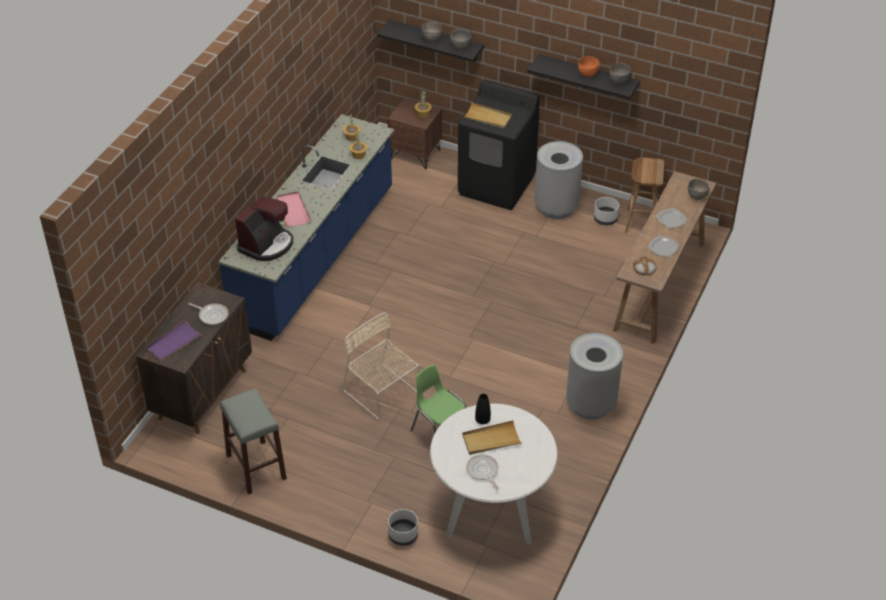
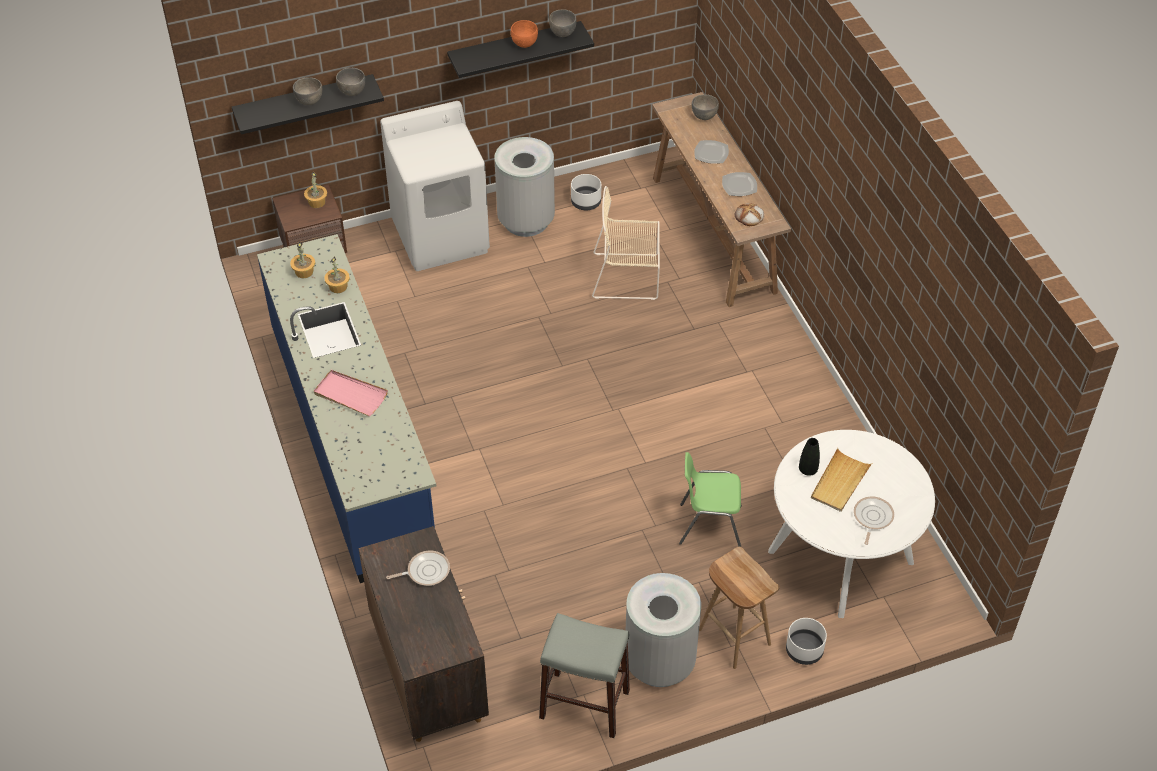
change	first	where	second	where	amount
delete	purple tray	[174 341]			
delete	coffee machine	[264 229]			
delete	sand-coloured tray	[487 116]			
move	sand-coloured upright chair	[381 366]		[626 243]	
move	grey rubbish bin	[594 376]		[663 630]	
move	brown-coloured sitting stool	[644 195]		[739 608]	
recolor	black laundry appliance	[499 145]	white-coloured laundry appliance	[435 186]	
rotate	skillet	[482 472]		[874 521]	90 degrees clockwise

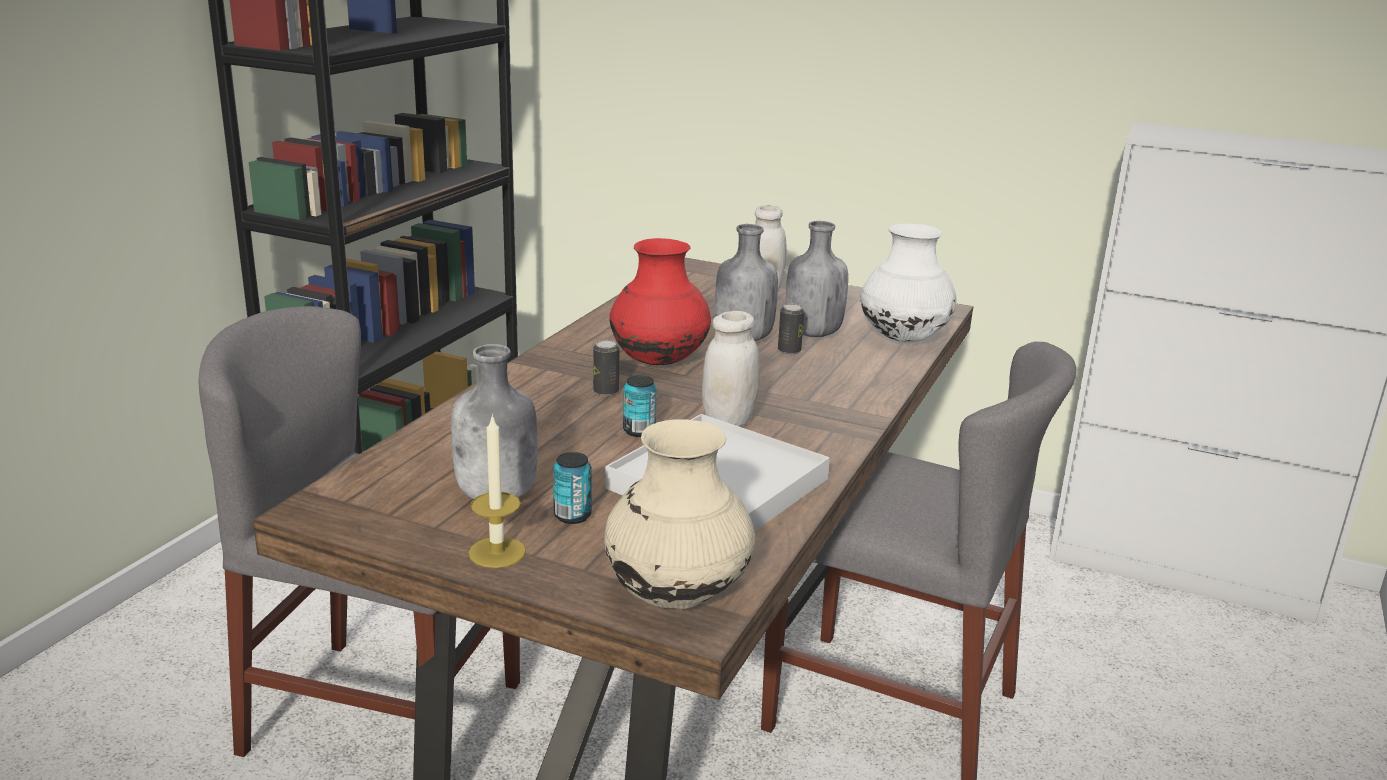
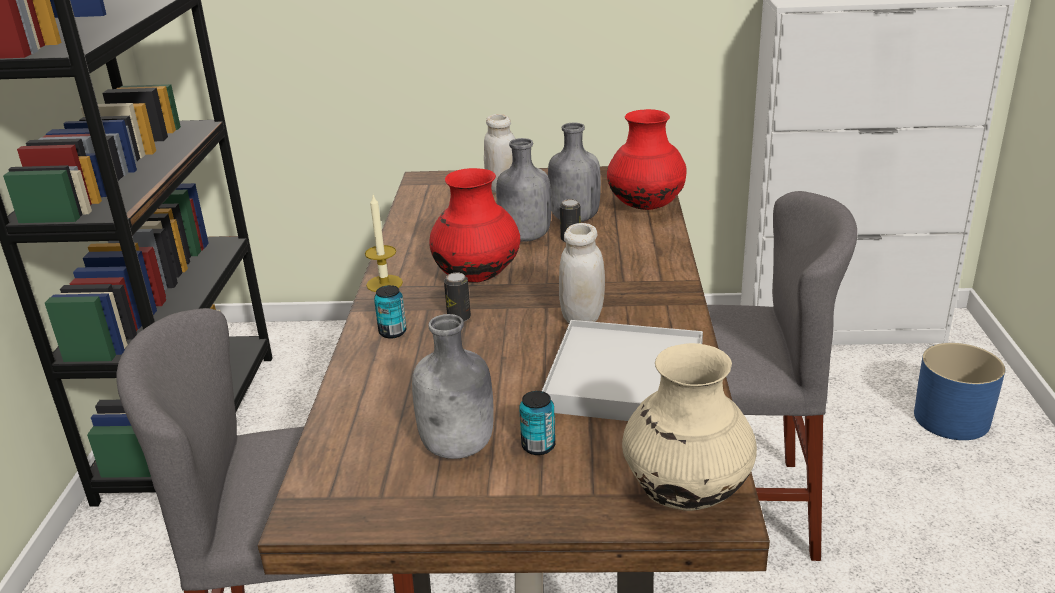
change	first	where	second	where	amount
insert			blue-coloured flower pot	[959 391]	
move	wax light	[497 491]		[384 243]	
move	metal can	[640 406]		[390 312]	
recolor	white-coloured decorative vase	[908 282]	red-coloured decorative vase	[647 159]	

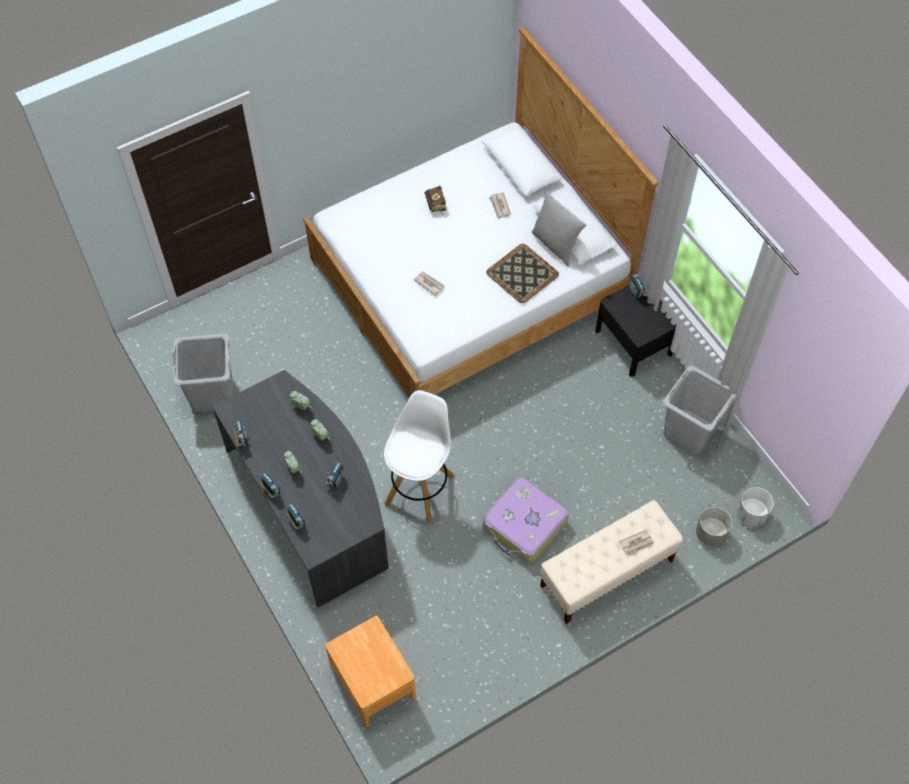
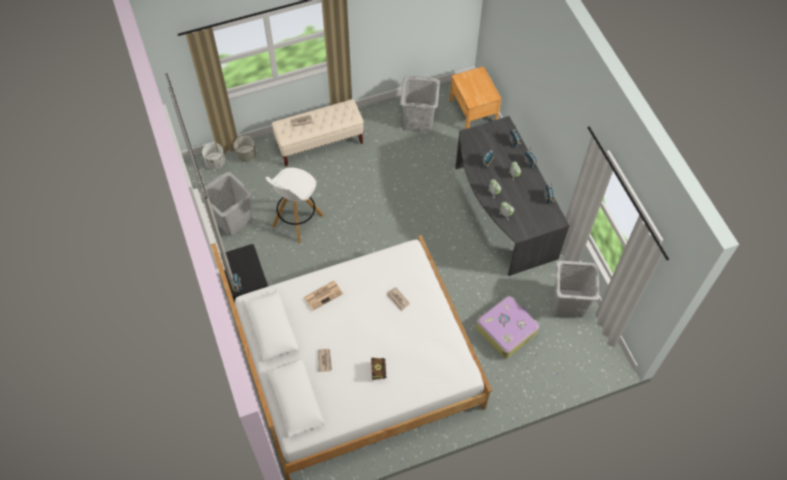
change	first	where	second	where	amount
delete	grey cushion	[558 228]			
insert			grey hamper	[420 104]	
move	white-coloured sitting stool	[419 457]		[294 205]	
move	travel case	[526 520]		[507 327]	
replace	tray	[522 273]	newspaper	[323 296]	

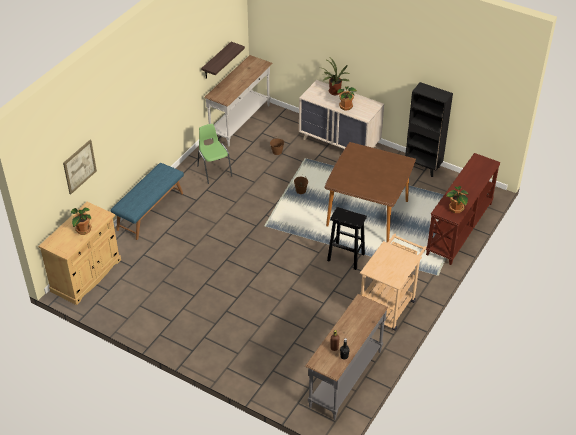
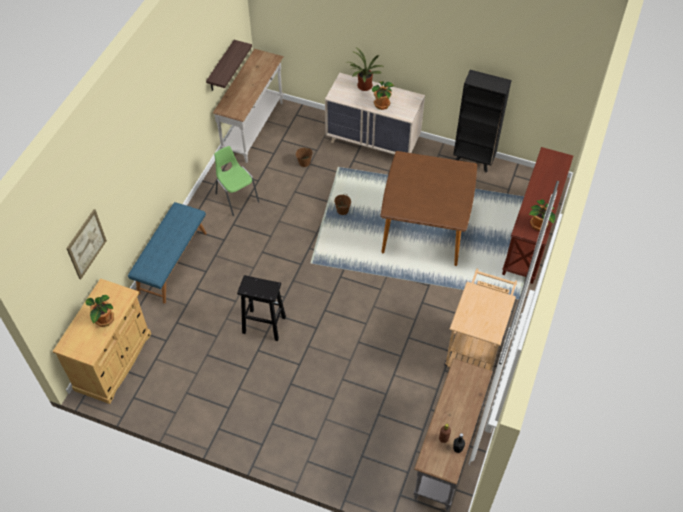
change	first	where	second	where	amount
move	black sitting stool	[347 238]		[261 308]	

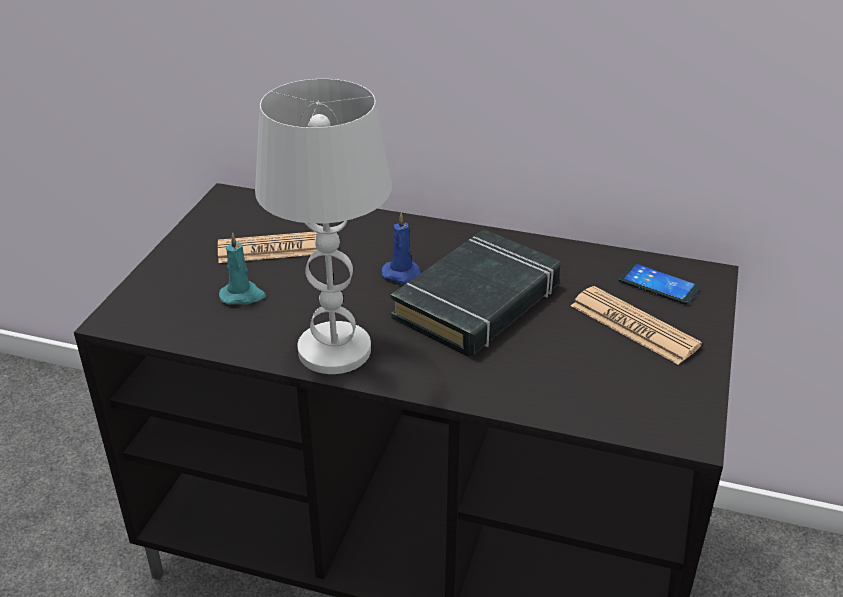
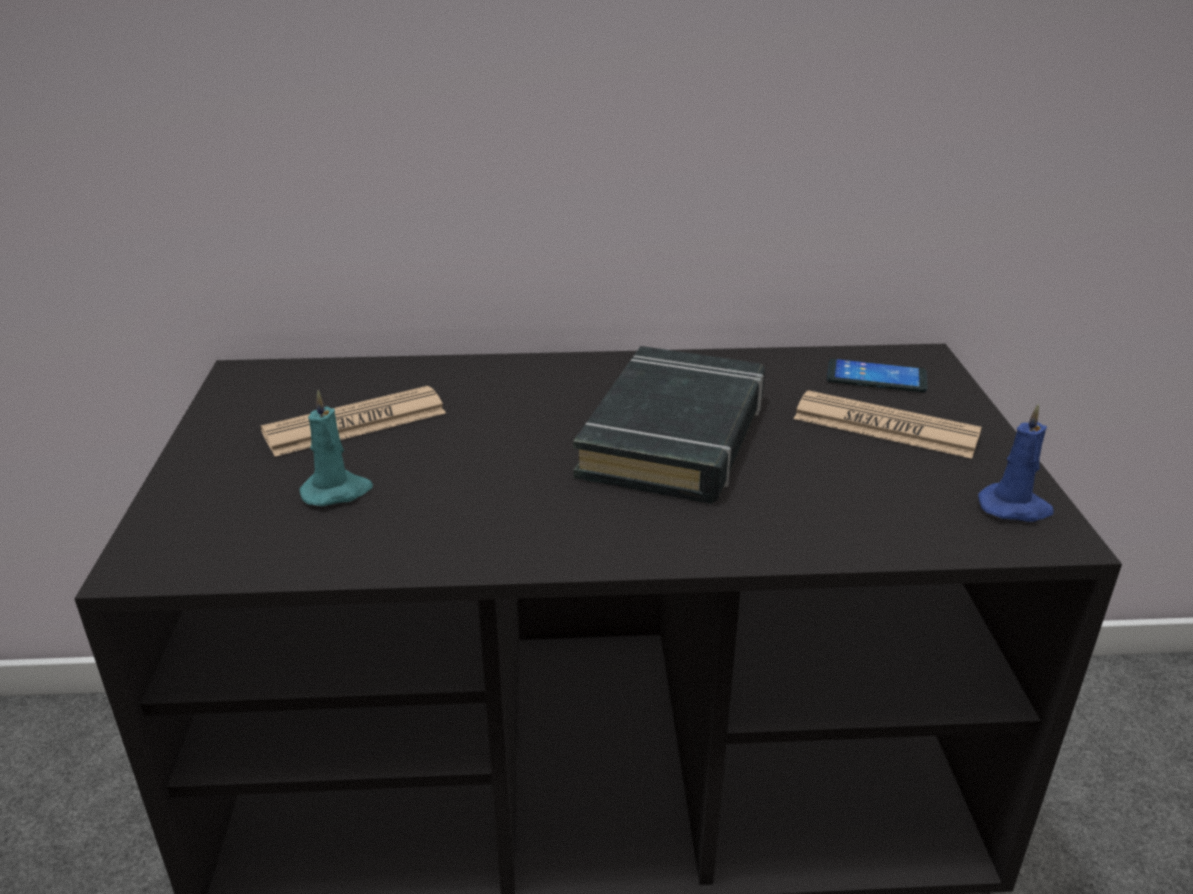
change	first	where	second	where	amount
delete	white-coloured table lamp	[323 226]			
move	blue-coloured wax light	[401 248]		[1016 463]	

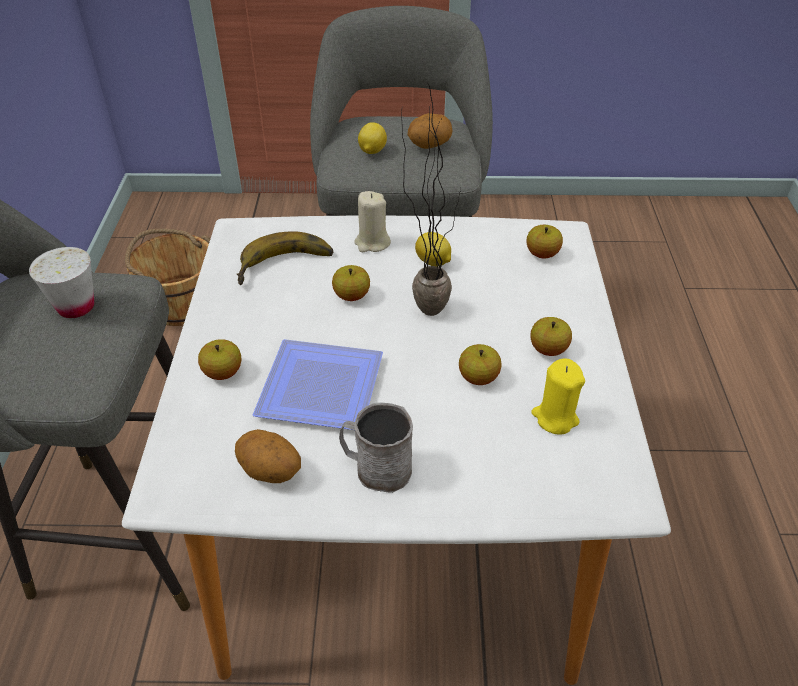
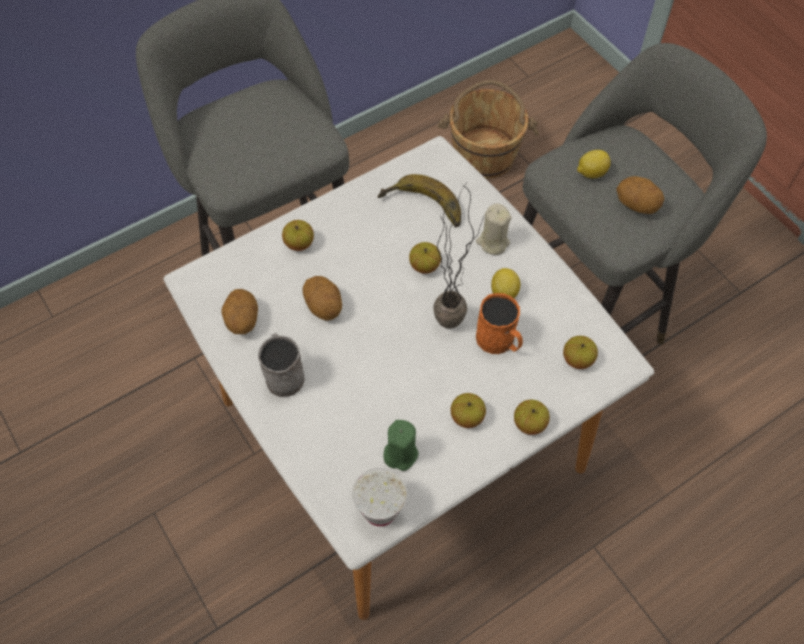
change	first	where	second	where	amount
insert			orange-coloured tea mug	[499 323]	
move	white-coloured cup	[61 282]		[380 497]	
move	whole apple	[480 364]		[532 417]	
replace	plate	[318 384]	spud	[322 298]	
recolor	yellow wax light	[558 396]	greenish wax light	[401 445]	

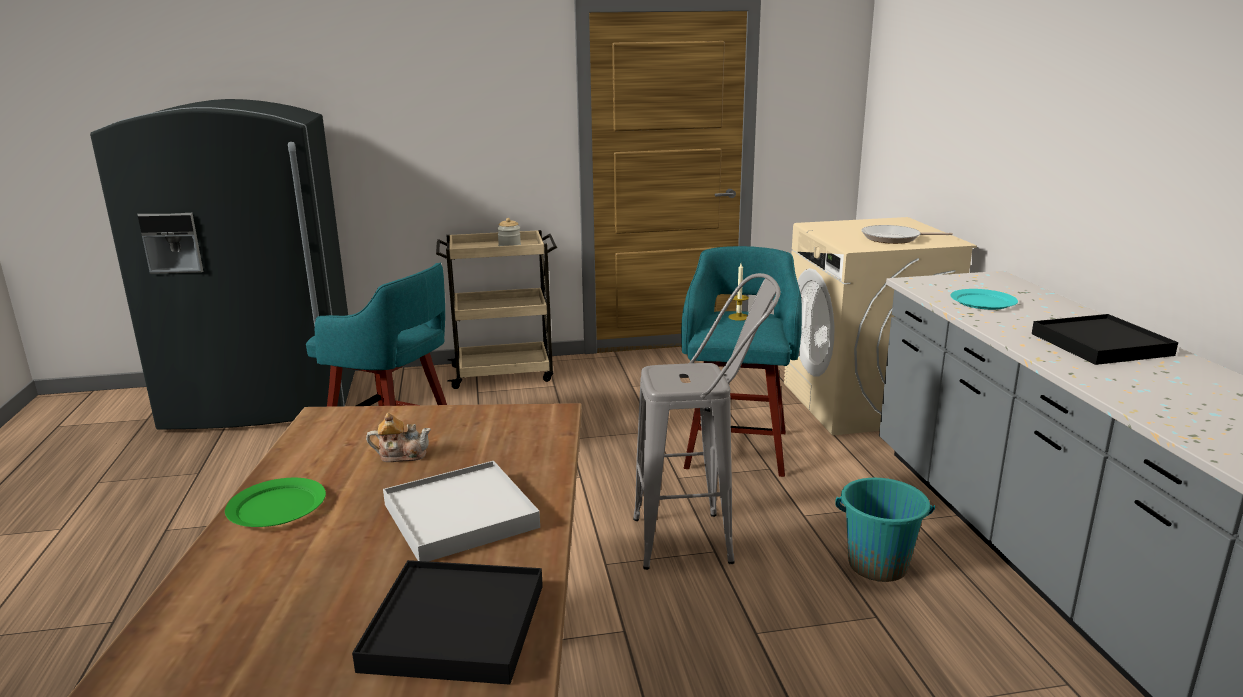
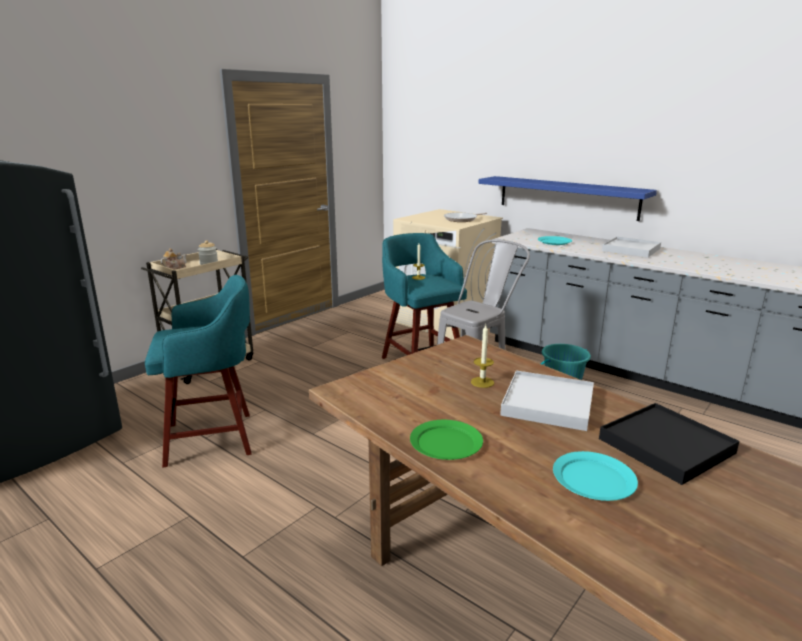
change	first	where	second	where	amount
insert			wax light	[482 356]	
insert			blue-coloured bracket shelf	[568 198]	
insert			turquoise-coloured plate	[595 476]	
move	tea pot	[398 437]		[174 259]	
recolor	black tray	[1105 339]	white-coloured tray	[631 247]	

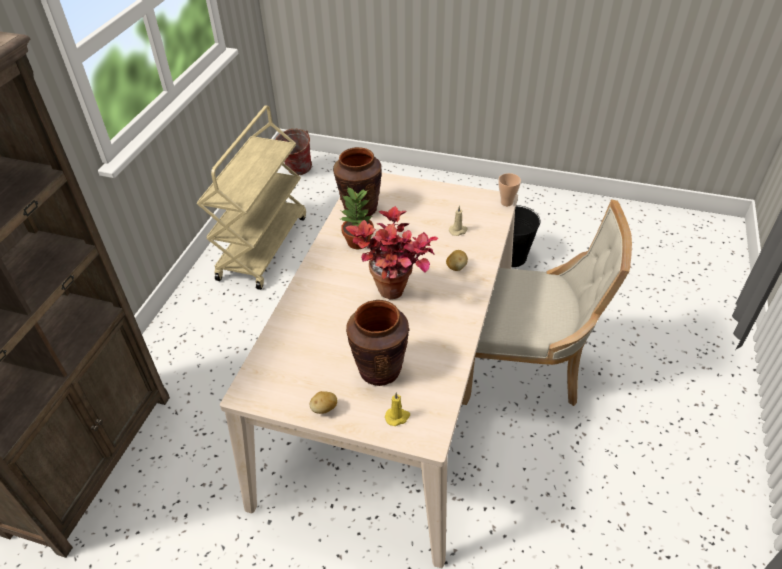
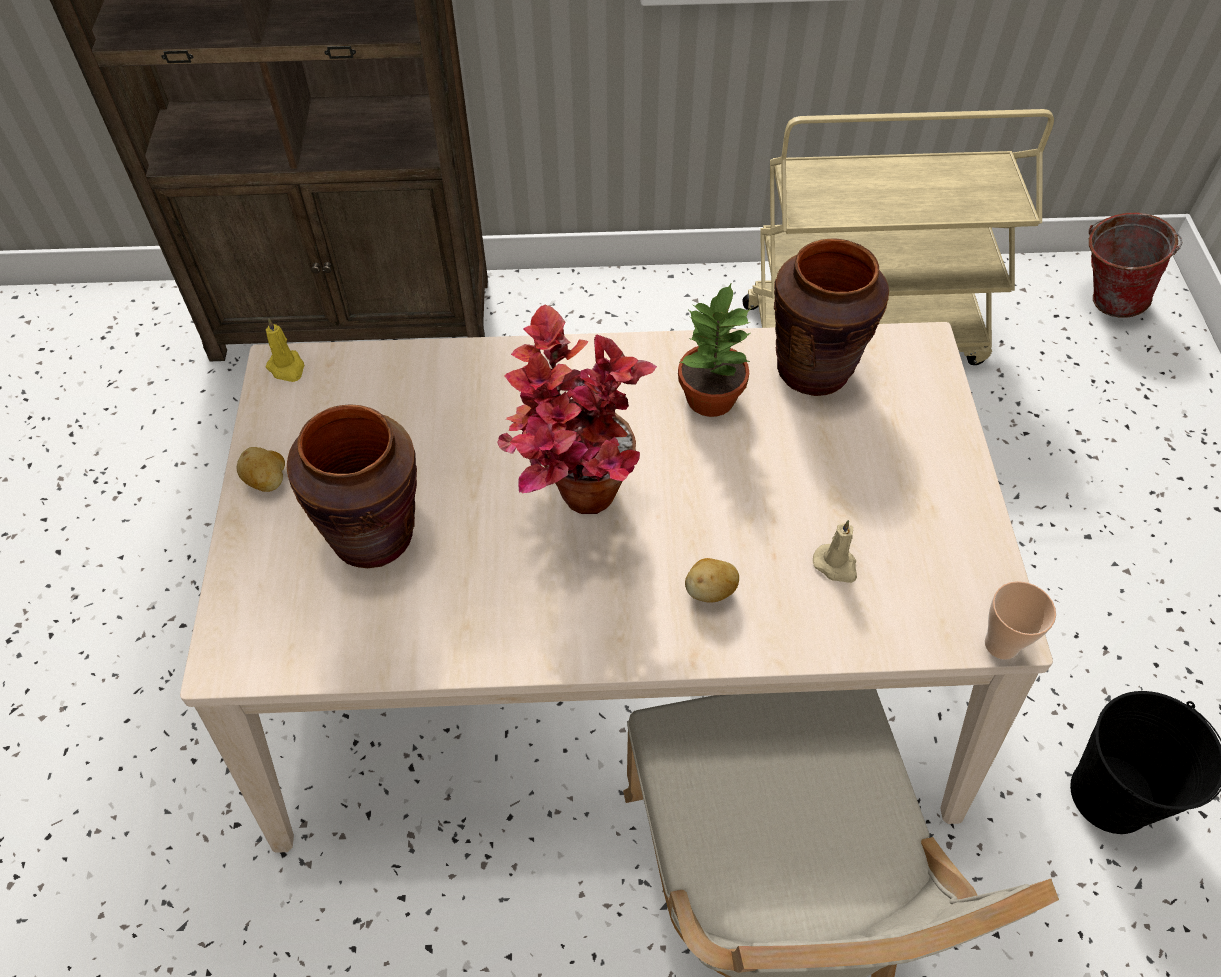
change	first	where	second	where	amount
move	yellow wax light	[397 409]		[285 350]	

